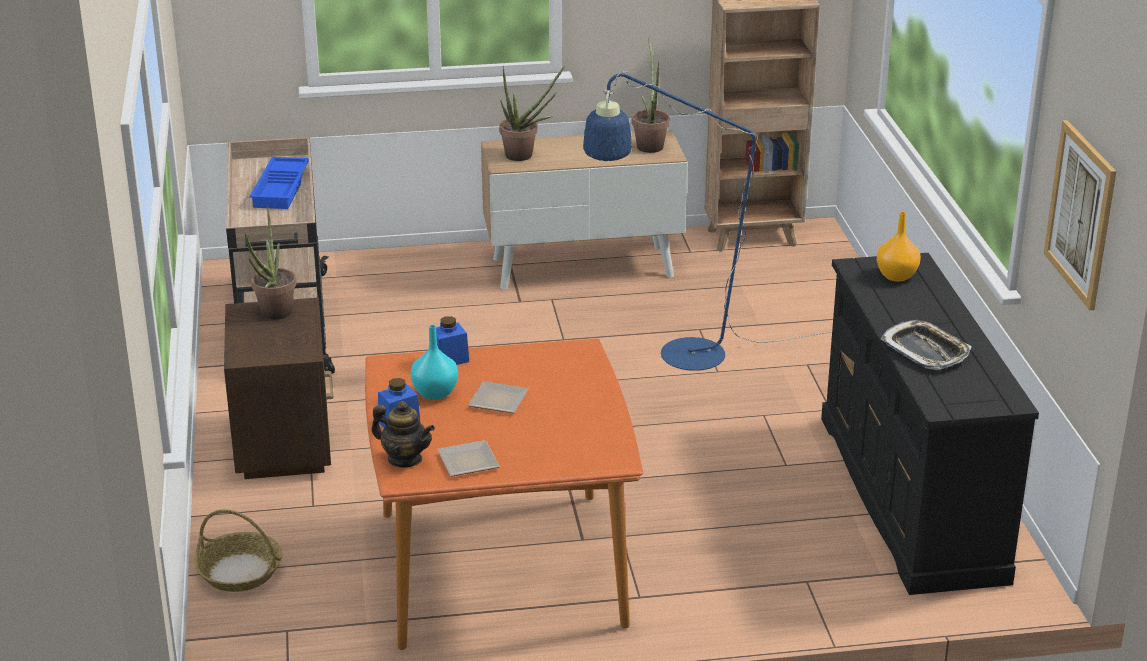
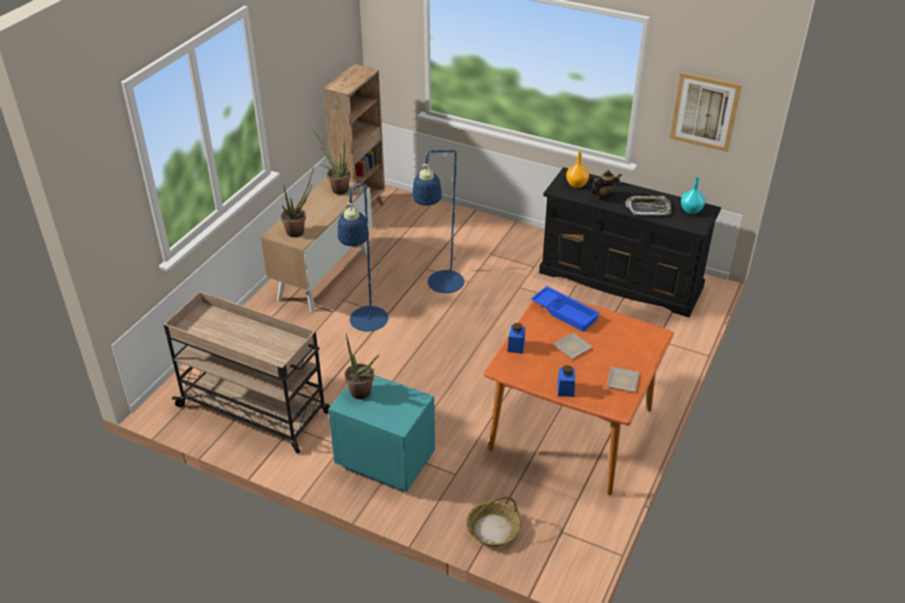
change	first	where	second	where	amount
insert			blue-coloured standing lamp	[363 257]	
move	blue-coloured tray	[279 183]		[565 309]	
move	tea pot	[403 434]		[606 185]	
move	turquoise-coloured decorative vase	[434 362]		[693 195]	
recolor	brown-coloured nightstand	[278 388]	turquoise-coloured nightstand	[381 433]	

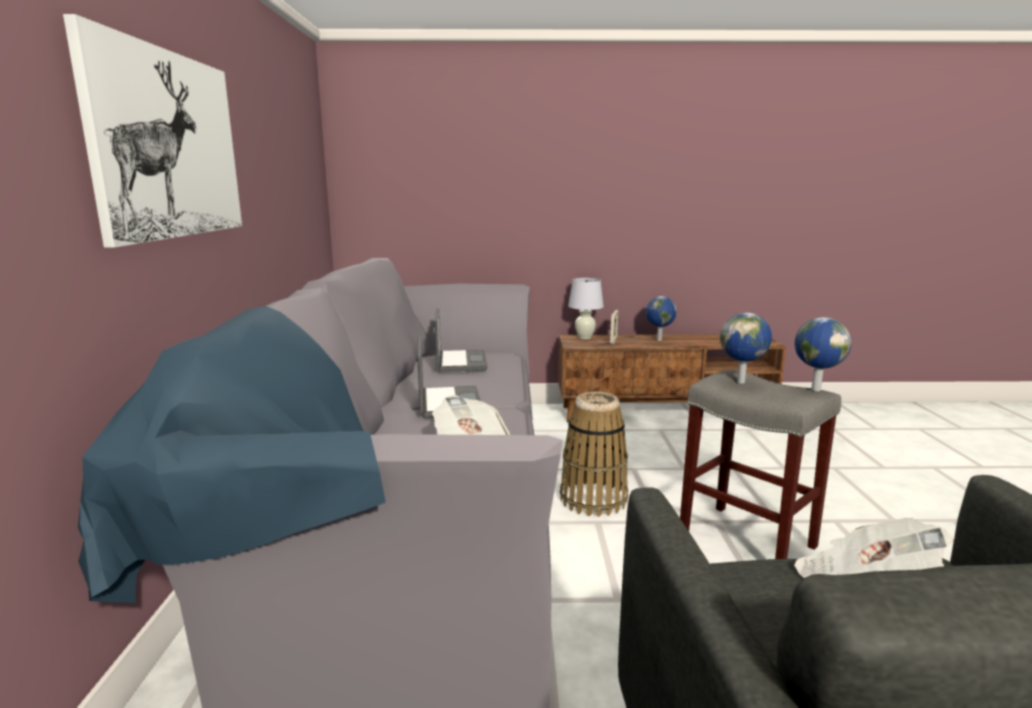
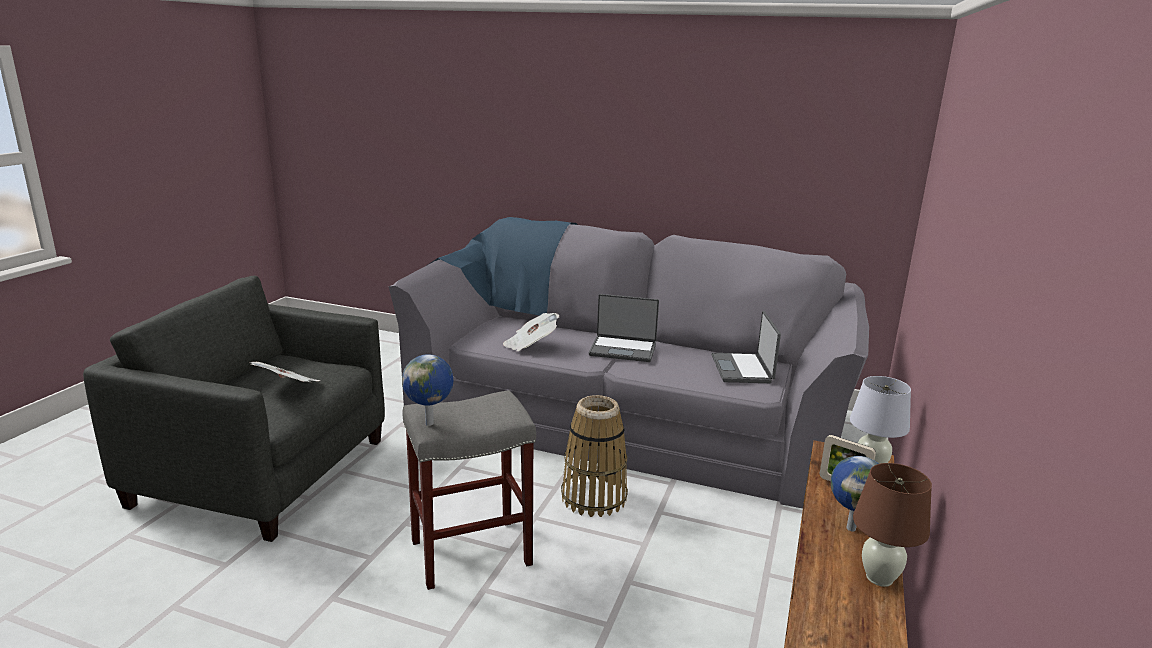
change	first	where	second	where	amount
delete	wall picture	[152 131]			
delete	desk globe	[746 348]			
insert			brown-coloured table lamp	[892 525]	
rotate	portable computer	[461 340]		[746 347]	75 degrees clockwise

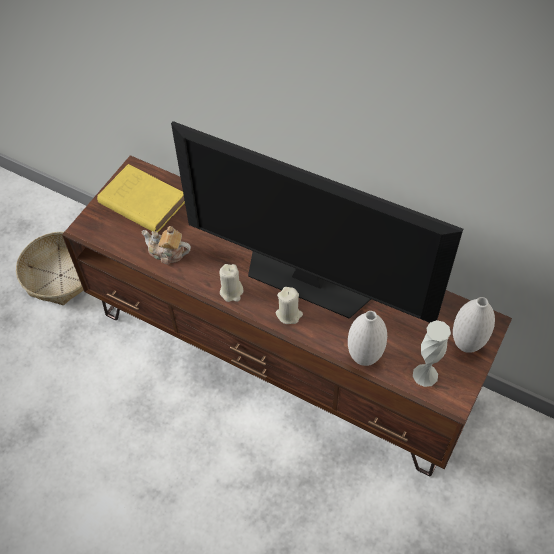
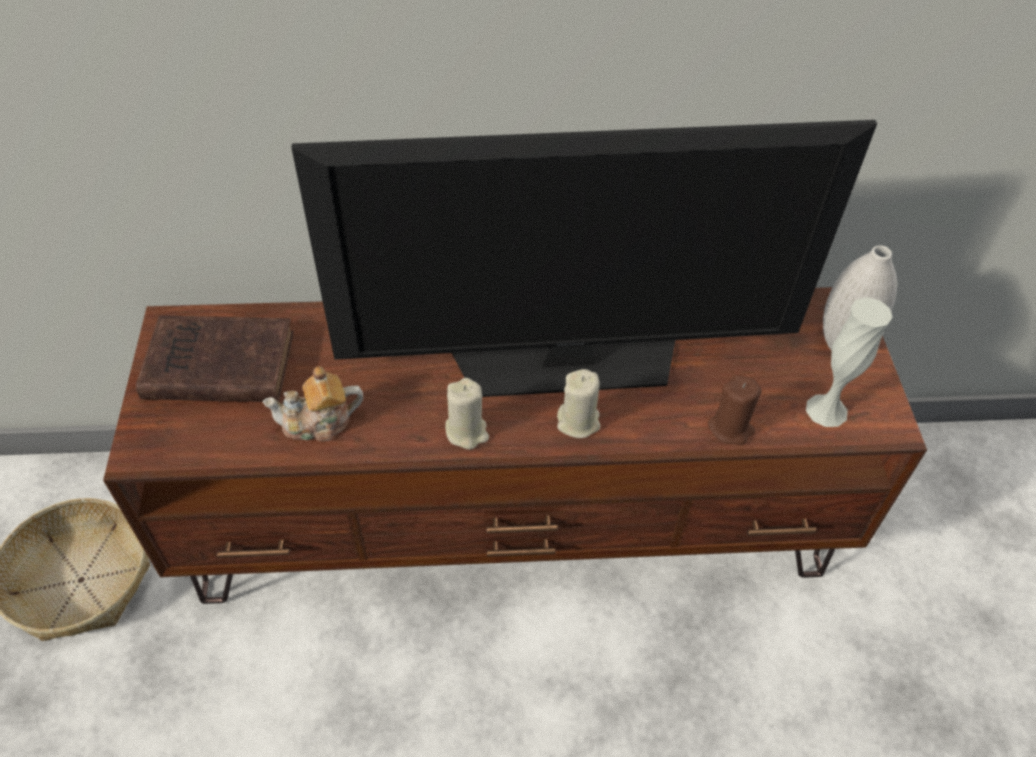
change	first	where	second	where	amount
replace	white-coloured decorative vase	[367 338]	brown-coloured wax light	[735 410]	
recolor	yellow volume	[141 198]	brown-coloured volume	[215 358]	

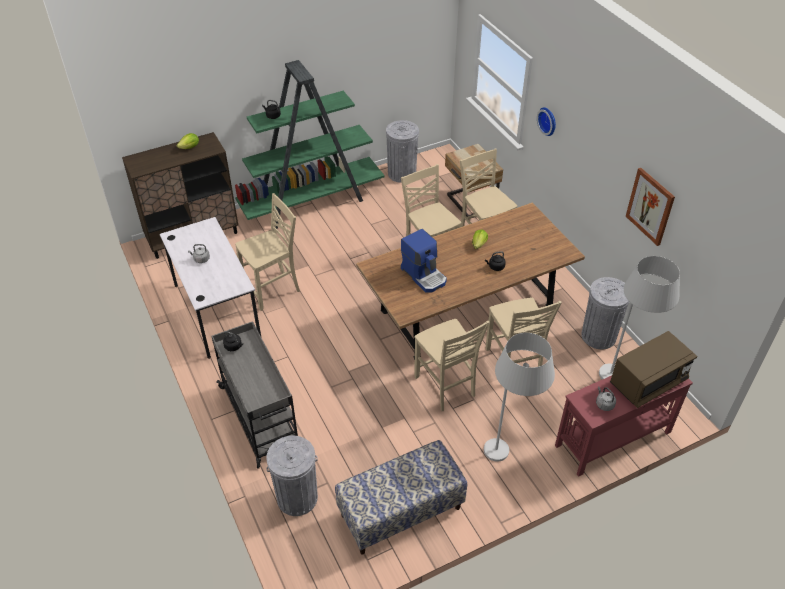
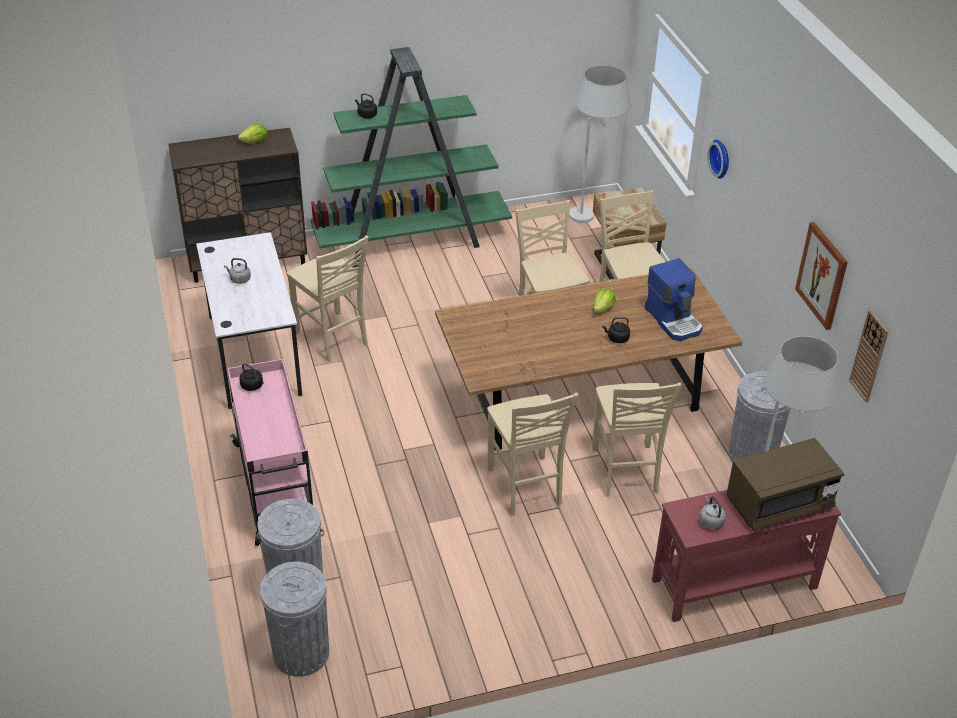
change	first	where	second	where	amount
delete	indoor bench	[401 497]			
insert			clock on the wall	[869 356]	
move	grey rubbish bin	[402 151]		[294 619]	
move	coffee machine	[424 260]		[674 299]	
move	white-coloured standing lamp	[519 397]		[600 144]	
recolor	grey wheeled cart	[254 395]	pinkish wheeled cart	[274 452]	
rotate	sand-coloured upright chair	[267 252]		[327 298]	75 degrees clockwise

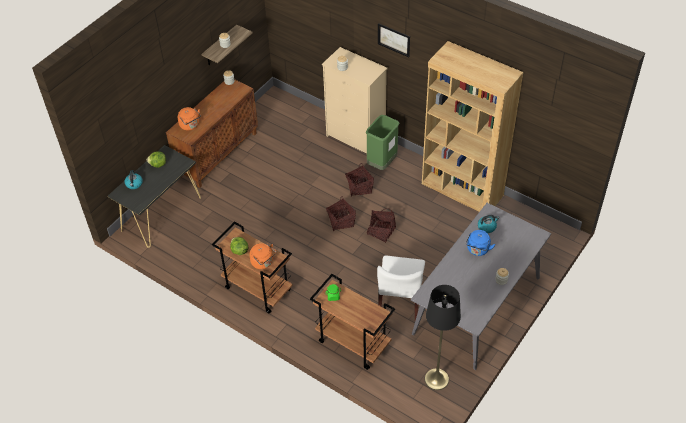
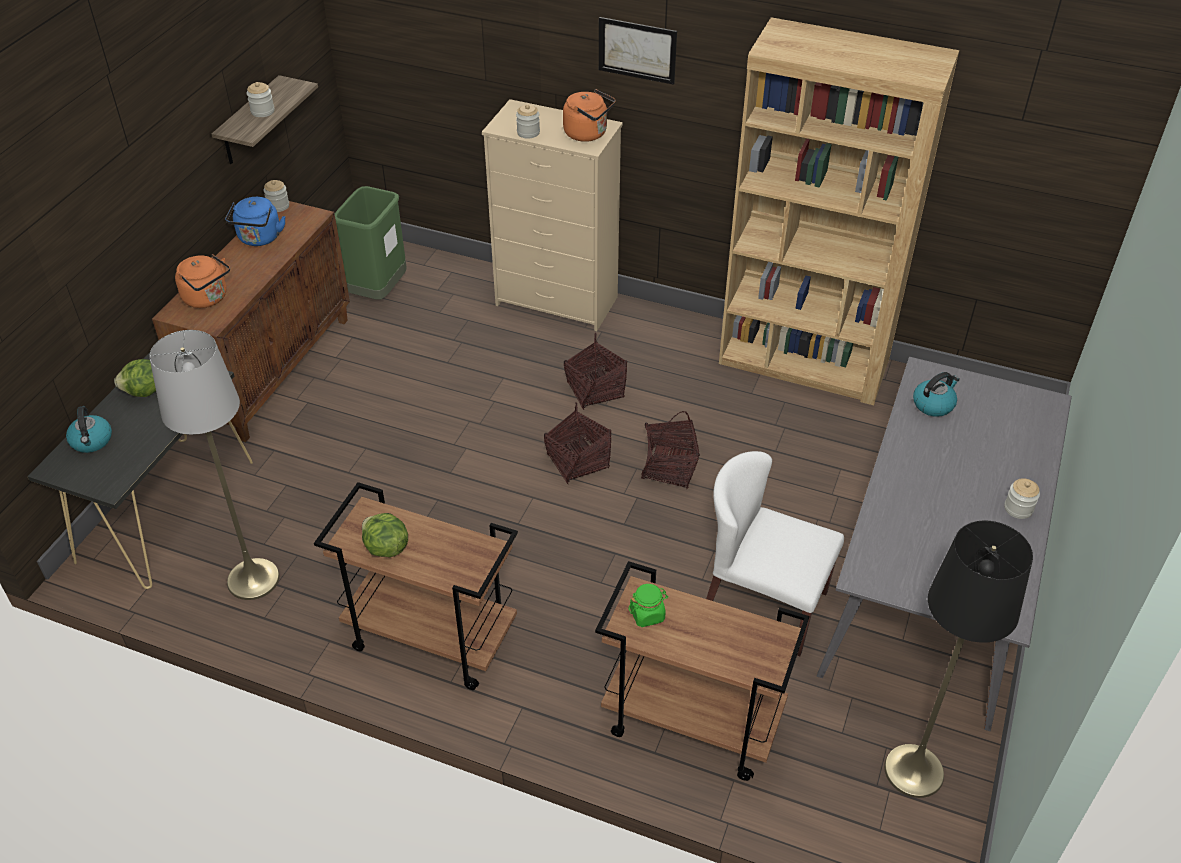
change	first	where	second	where	amount
insert			grey standing lamp	[214 465]	
move	orange-coloured kettle	[262 256]		[589 115]	
move	greenish rubbish bin	[382 142]		[371 243]	
move	blue-coloured kettle	[480 243]		[255 221]	
rotate	white-coloured upright chair	[401 288]		[775 553]	120 degrees clockwise

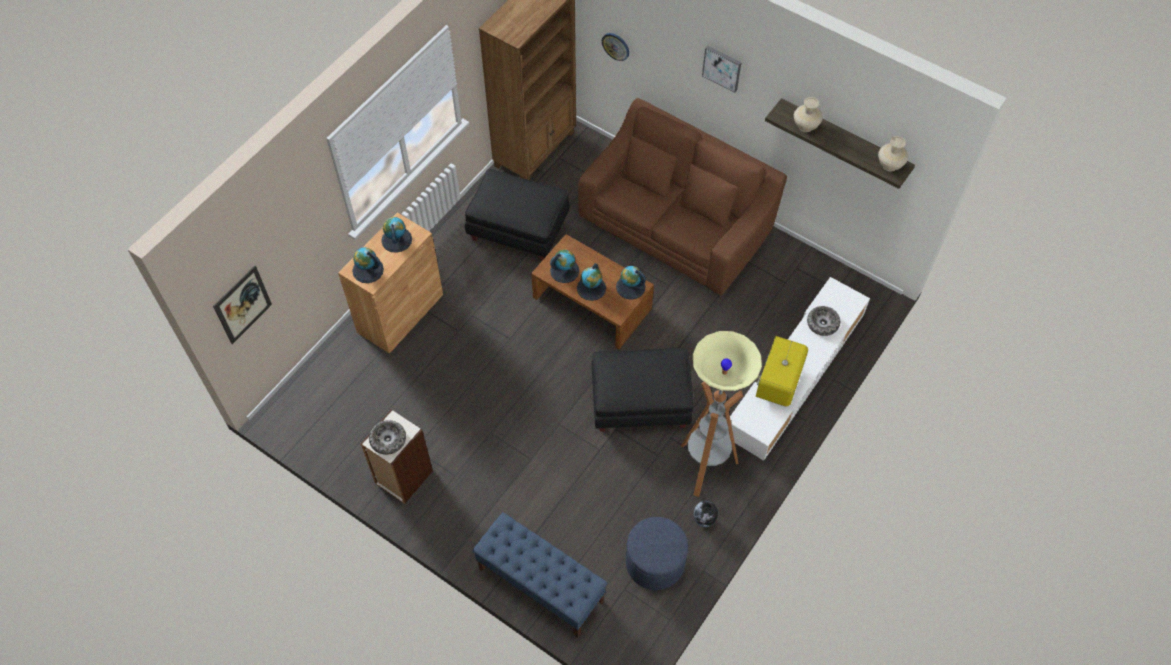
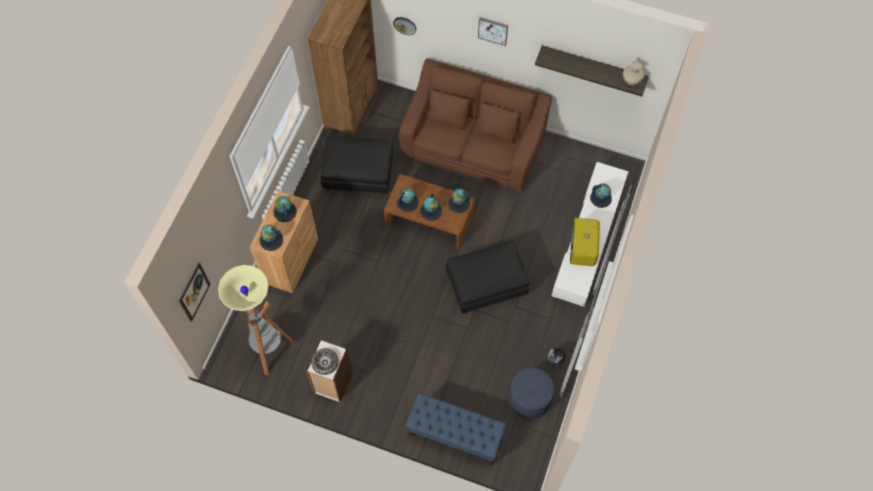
change	first	where	second	where	amount
delete	sand-coloured decorative vase	[808 114]			
move	standing lamp	[721 414]		[256 320]	
replace	serving bowl	[823 321]	desk globe	[601 195]	

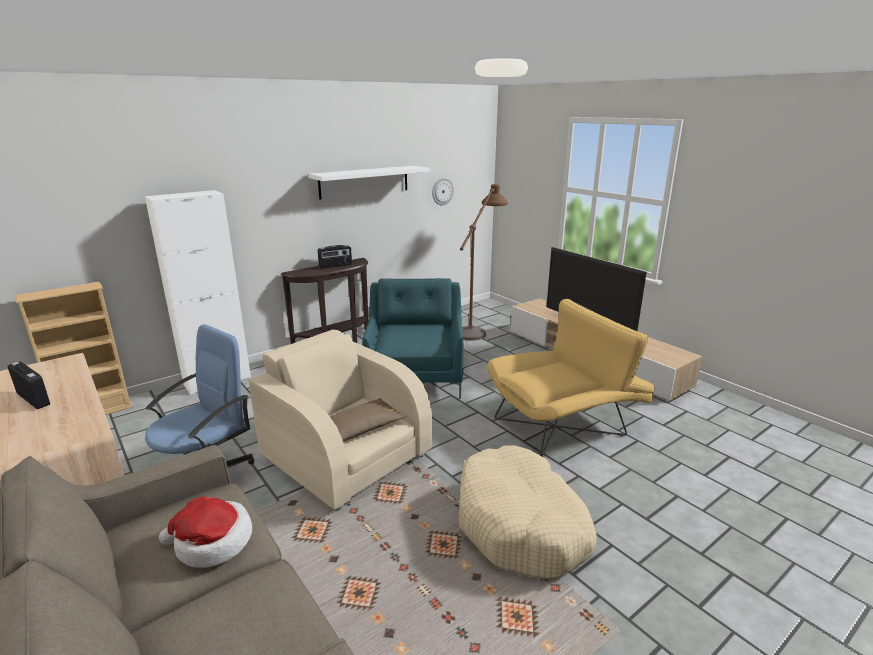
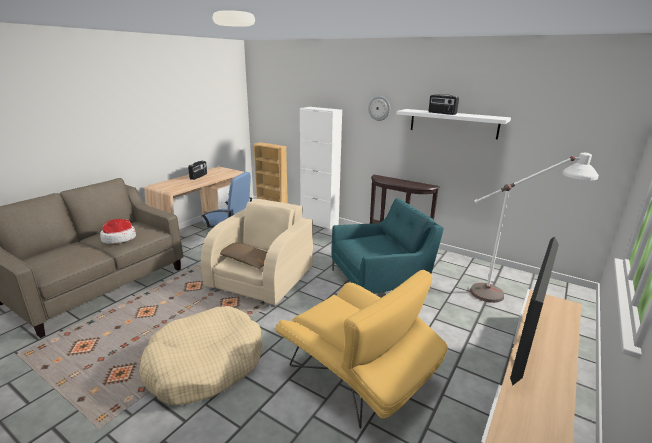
change	first	where	second	where	amount
move	radio receiver	[335 257]		[443 104]	
move	clock on the wall	[443 191]		[379 108]	
recolor	brown-coloured standing lamp	[484 262]	white-coloured standing lamp	[534 228]	

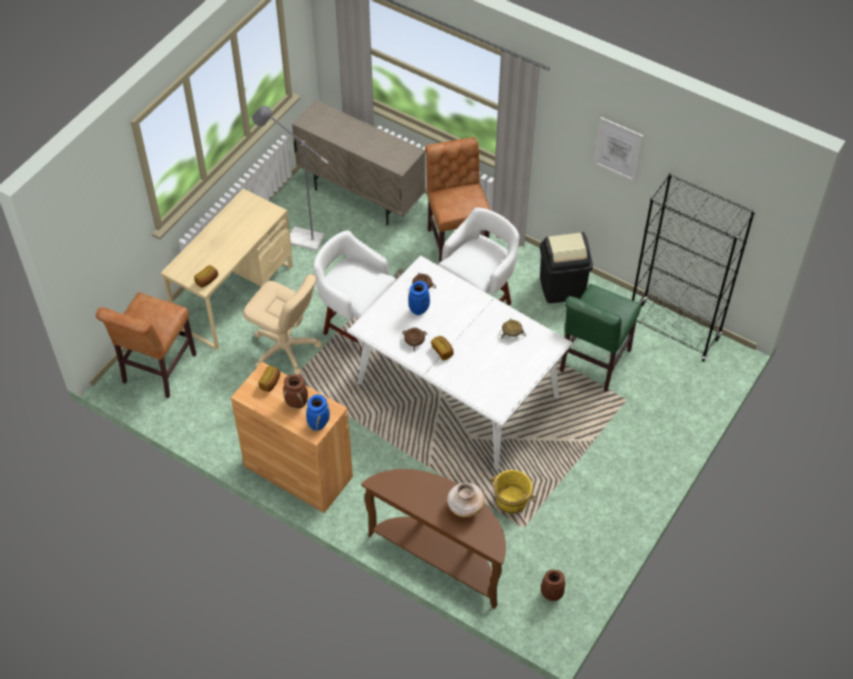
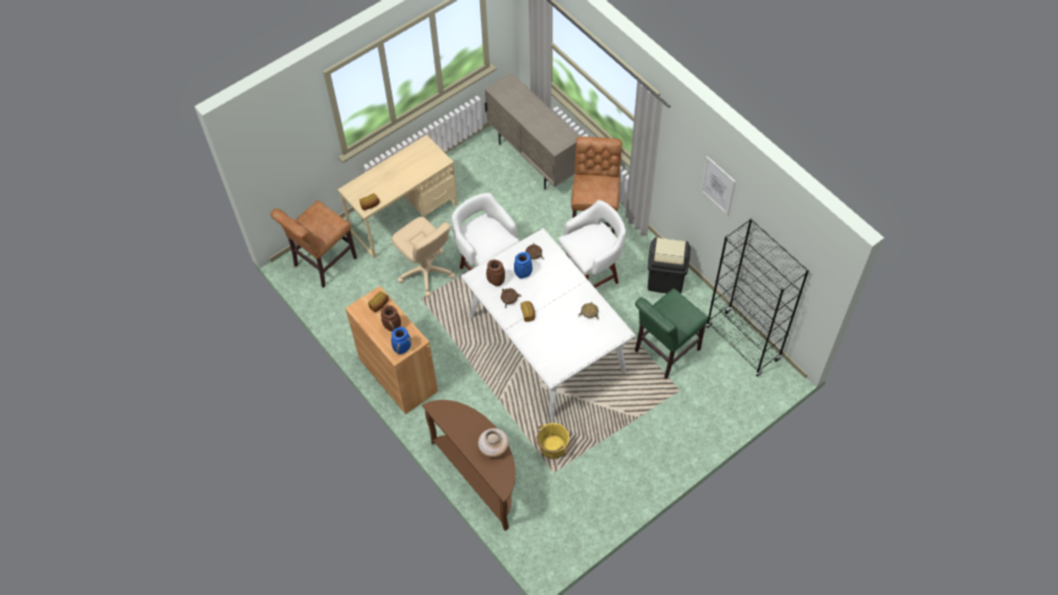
change	first	where	second	where	amount
delete	grey standing lamp	[290 178]			
move	brown-coloured decorative vase	[553 585]		[495 273]	

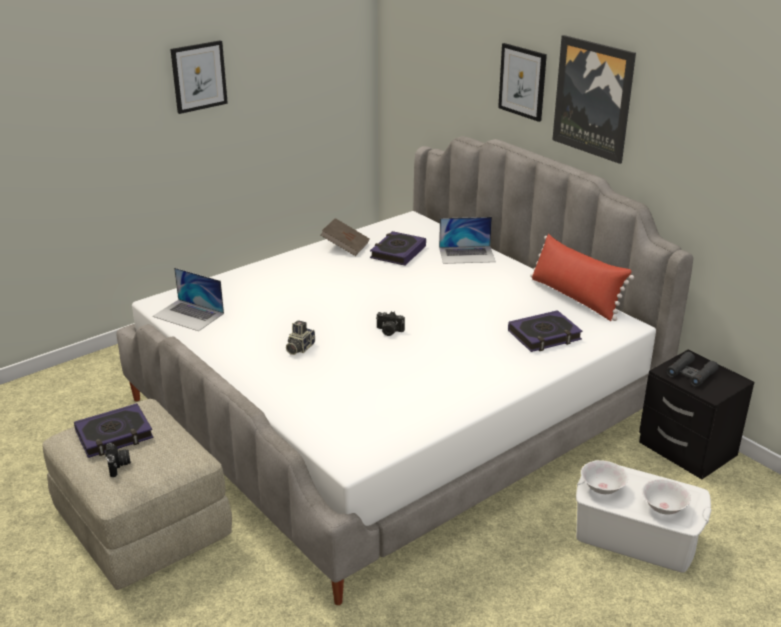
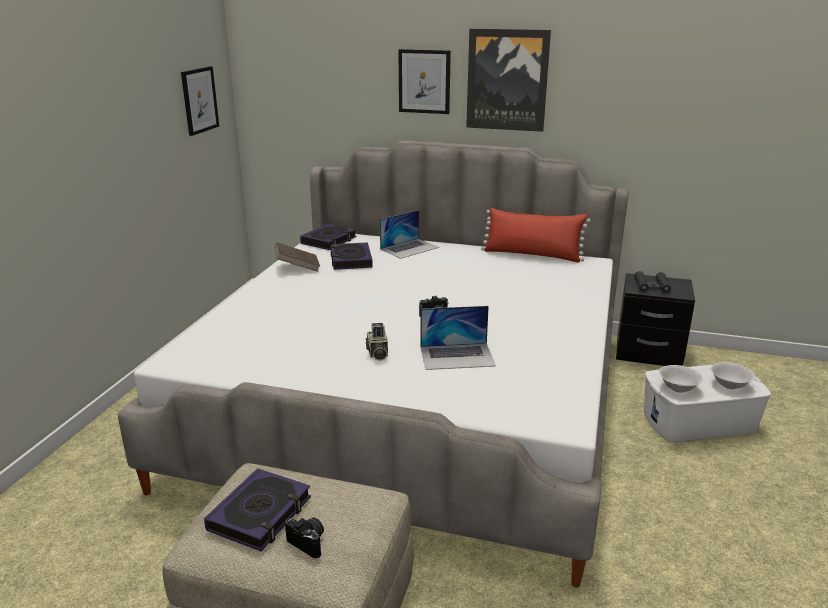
change	first	where	second	where	amount
move	portable computer	[188 299]		[458 338]	
move	wall picture	[199 77]		[200 101]	
move	volume	[545 331]		[328 237]	

